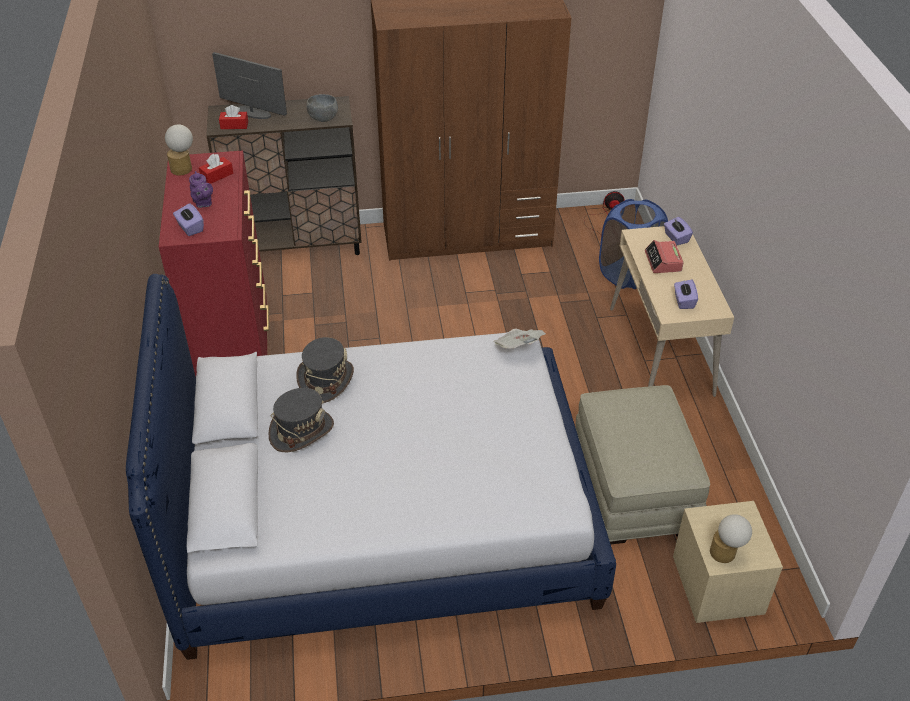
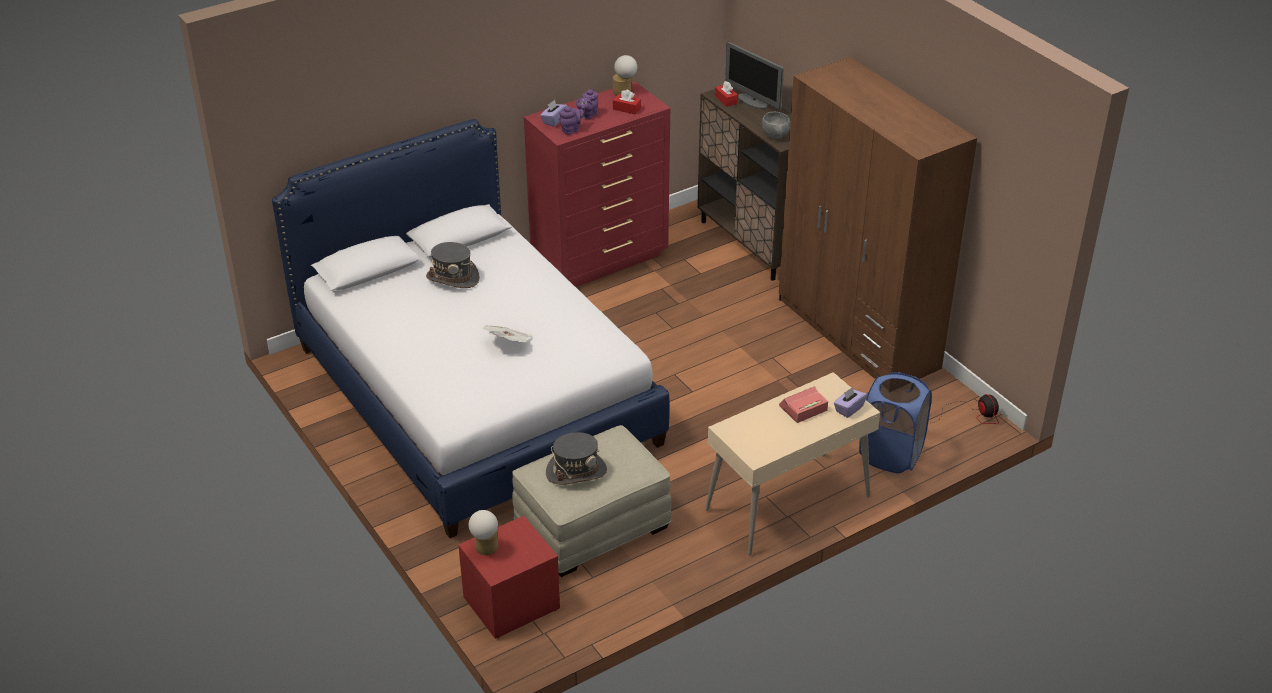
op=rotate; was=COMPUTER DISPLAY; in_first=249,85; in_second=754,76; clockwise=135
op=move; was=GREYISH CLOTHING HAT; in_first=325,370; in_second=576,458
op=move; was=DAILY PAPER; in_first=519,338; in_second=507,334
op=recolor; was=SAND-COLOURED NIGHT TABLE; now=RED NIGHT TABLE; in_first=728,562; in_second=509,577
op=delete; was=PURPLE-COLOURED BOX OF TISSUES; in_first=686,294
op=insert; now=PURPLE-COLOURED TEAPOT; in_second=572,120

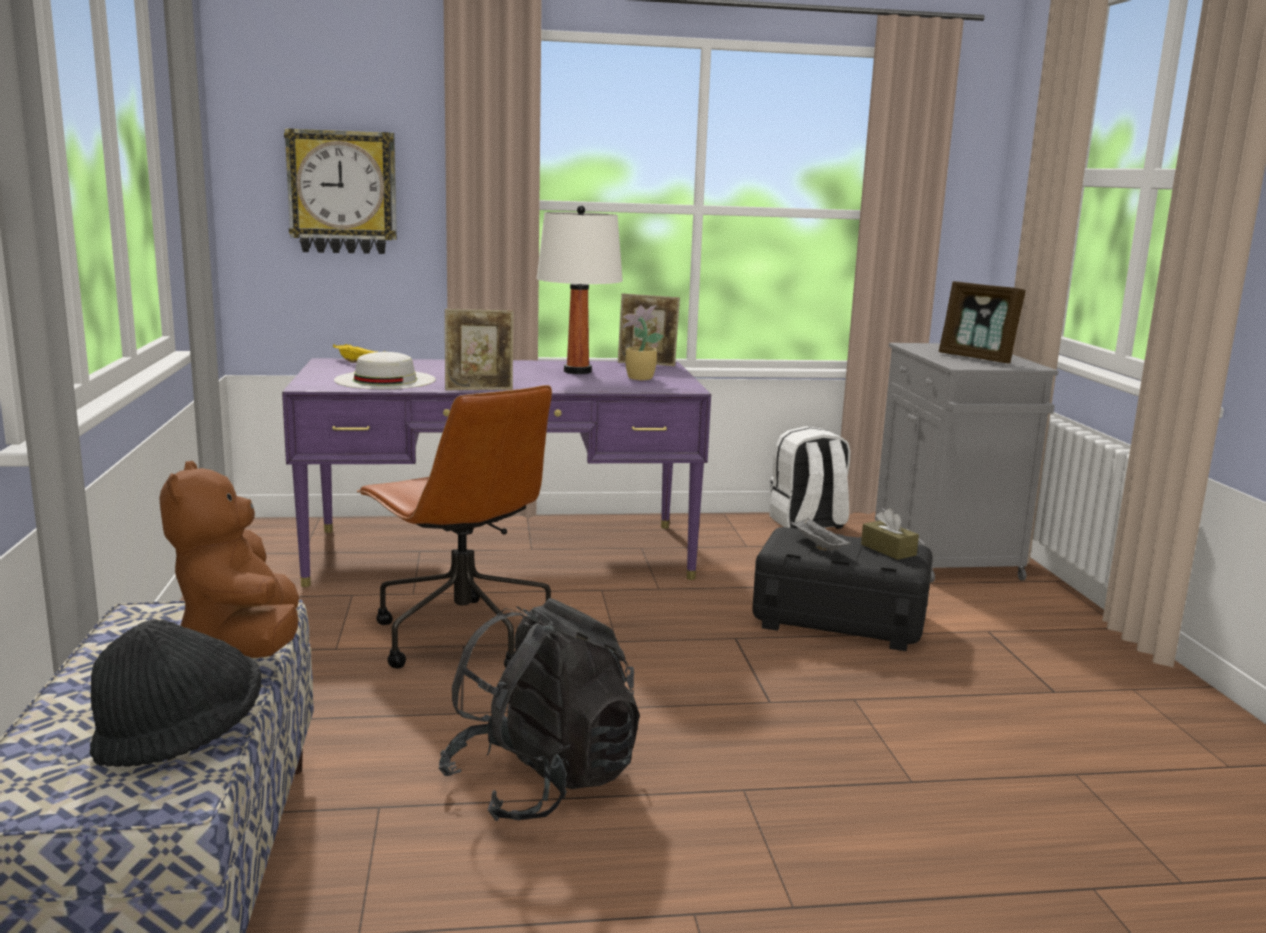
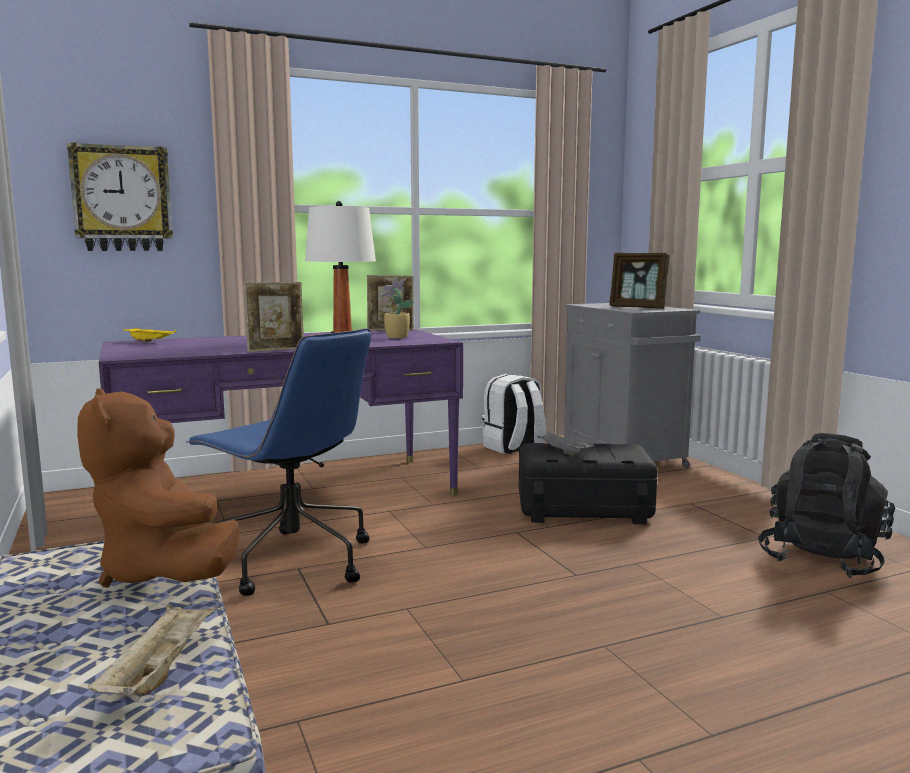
op=replace; was=BLACK CLOTHING HAT; now=SAND-COLOURED SERVING TRAY; in_first=176,693; in_second=152,650
op=delete; was=WHITE-COLOURED CLOTHING HAT; in_first=385,370
op=recolor; was=BROWN DESK CHAIR; now=BLUE DESK CHAIR; in_first=454,526; in_second=278,462
op=move; was=BLACK RUCKSACK; in_first=539,709; in_second=826,505
op=delete; was=BROWN BOX OF TISSUES; in_first=890,534

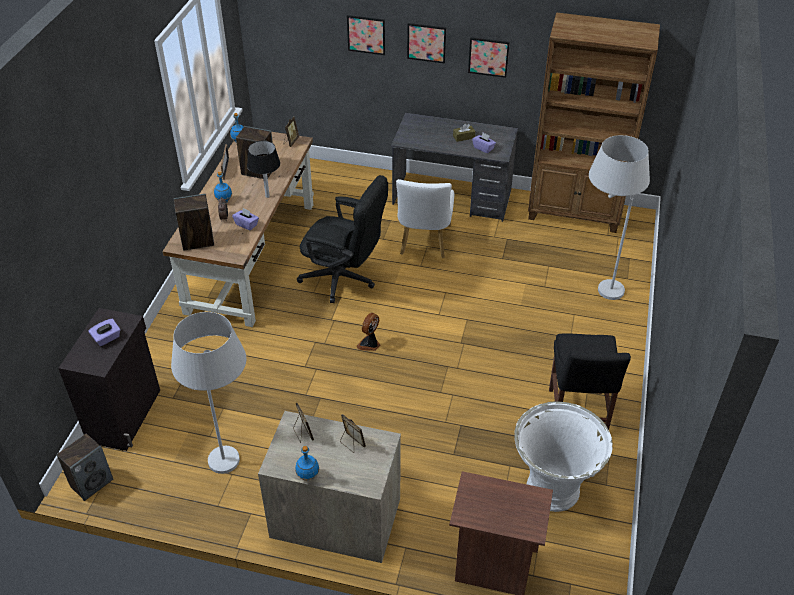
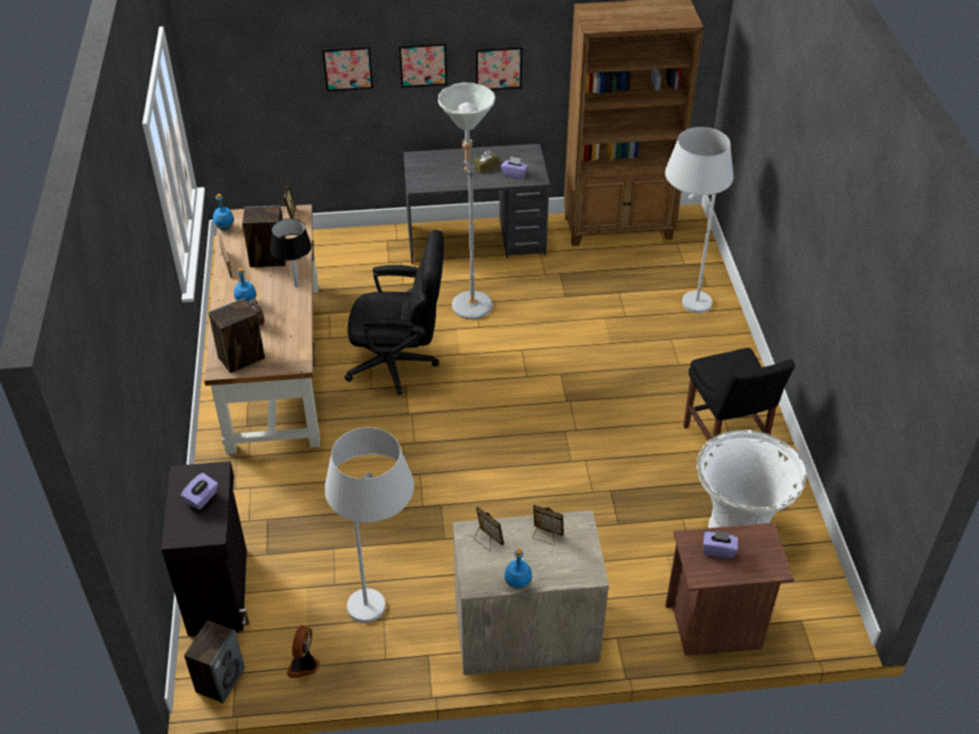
op=move; was=PURPLE-COLOURED BOX OF TISSUES; in_first=245,219; in_second=720,544
op=move; was=FAN; in_first=368,332; in_second=303,651
op=replace; was=WHITE-COLOURED CHAIR; now=GREYISH STANDING LAMP; in_first=425,218; in_second=467,201

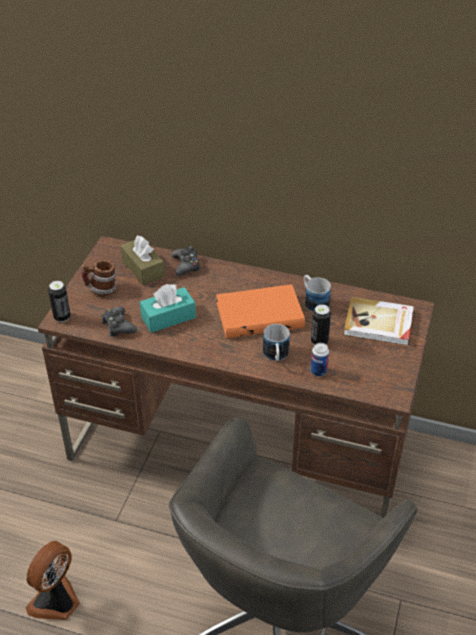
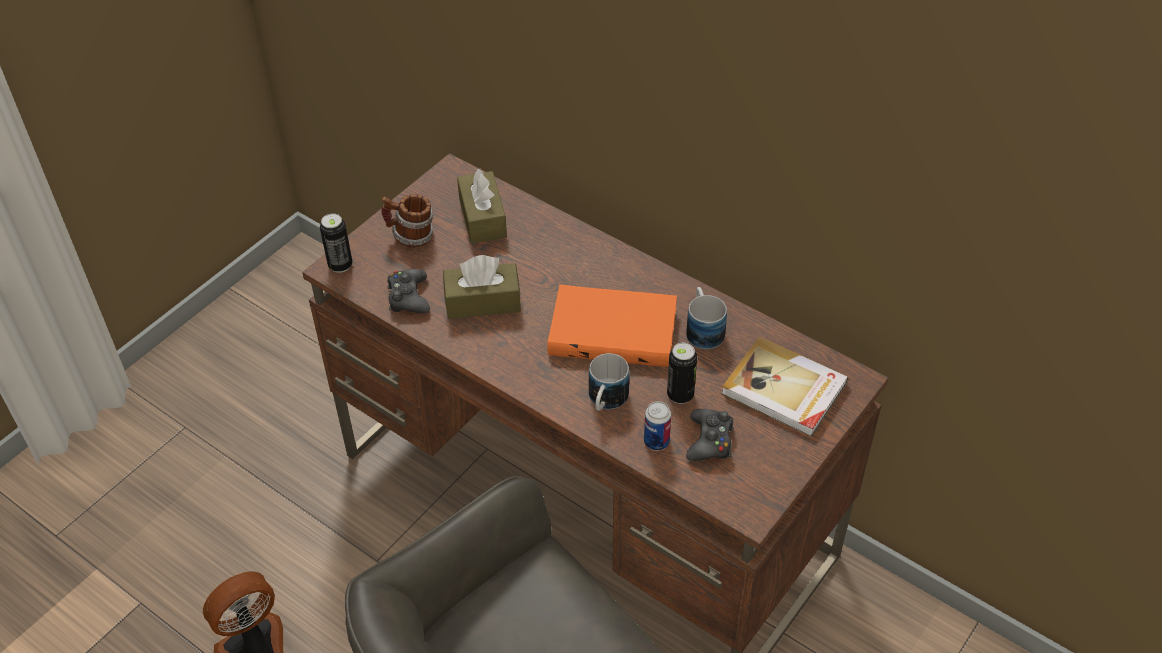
op=recolor; was=TURQUOISE BOX OF TISSUES; now=BROWN BOX OF TISSUES; in_first=168,308; in_second=482,287
op=move; was=BLACK GAME CONTROLLER; in_first=186,261; in_second=710,435

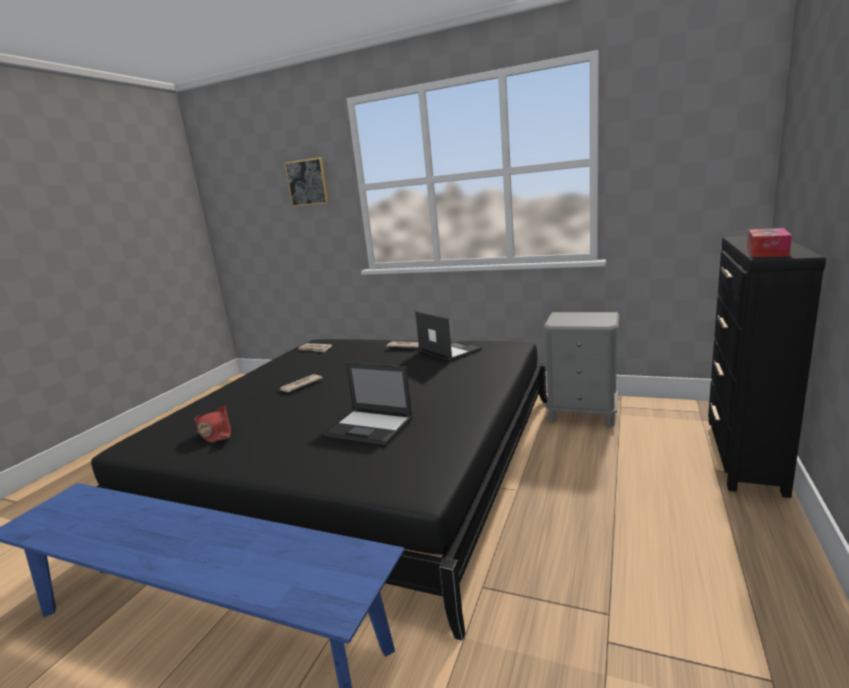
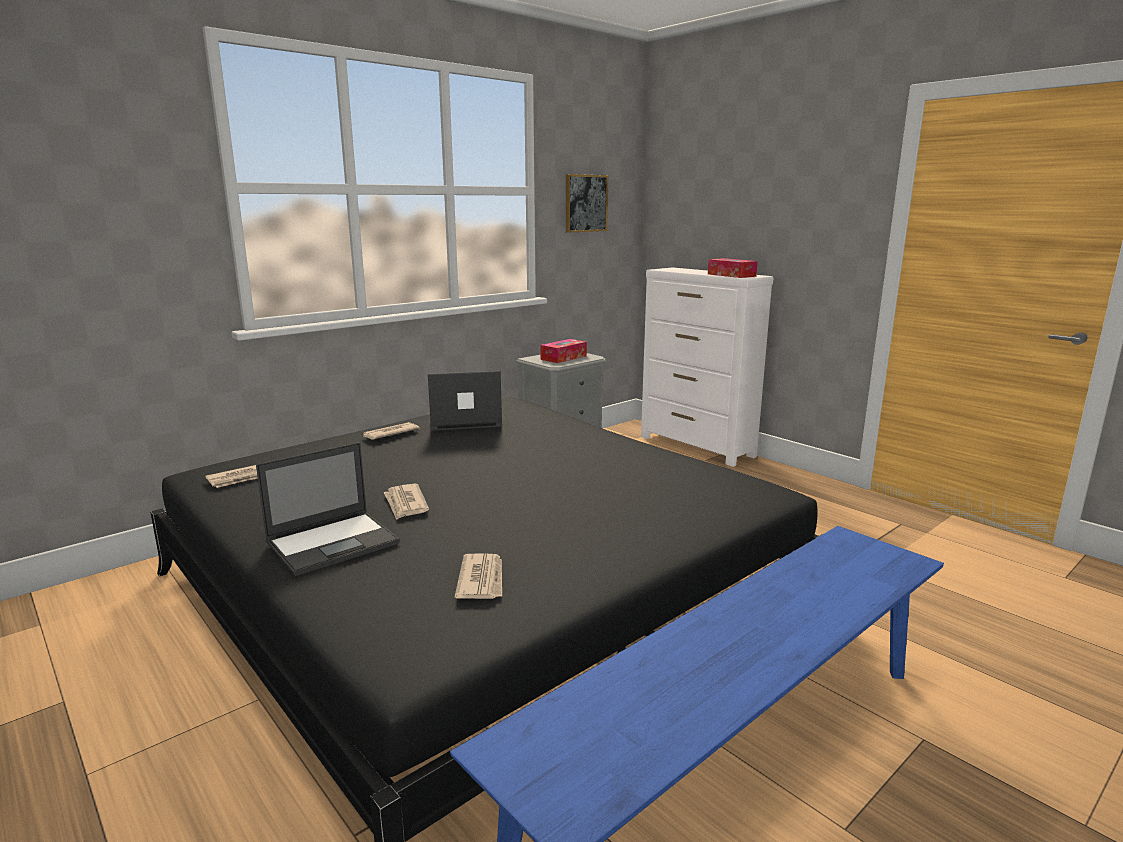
op=replace; was=RED CLOTHING HAT; now=DAILY PAPER; in_first=213,424; in_second=478,576
op=move; was=WALL PICTURE; in_first=306,182; in_second=587,203
op=move; was=PORTABLE COMPUTER; in_first=368,404; in_second=328,509
op=recolor; was=BLACK DRAWER CHEST; now=WHITE-COLOURED DRAWER CHEST; in_first=767,367; in_second=707,367
op=insert; now=BOX OF TISSUES; in_second=564,351

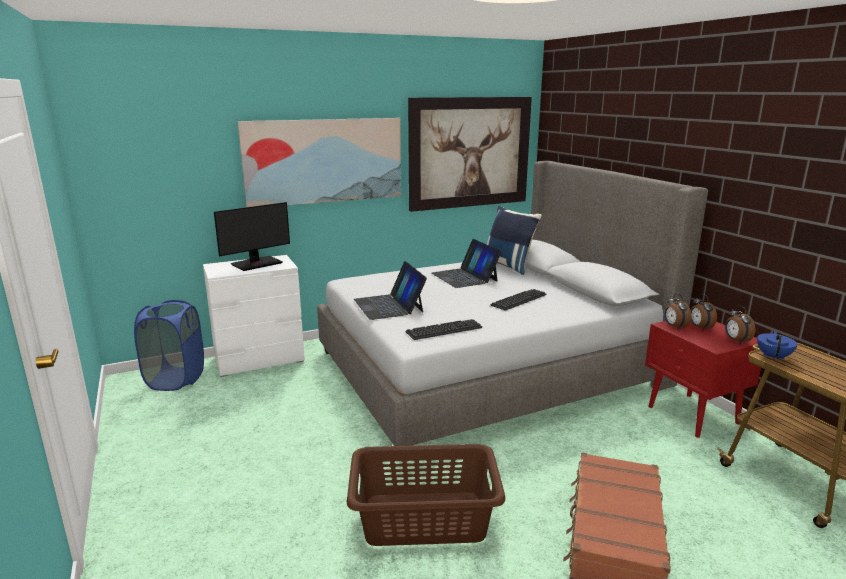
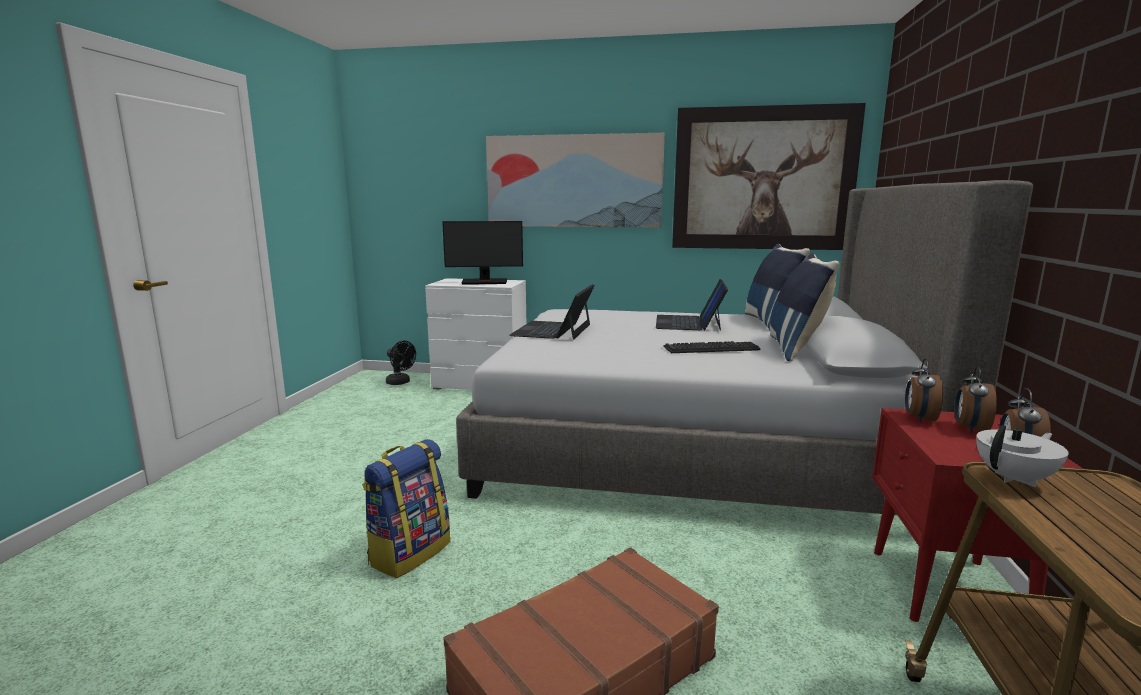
op=replace; was=BLUE HAMPER; now=BLACK FAN; in_first=169,345; in_second=401,363
op=replace; was=BROWN HAMPER; now=RUCKSACK; in_first=426,495; in_second=406,508
op=delete; was=COMPUTER KEYBOARD; in_first=444,329
op=recolor; was=BLUE TEAPOT; now=WHITE-COLOURED TEAPOT; in_first=777,345; in_second=1022,456
op=insert; now=BLUE THROW PILLOW; in_second=805,307

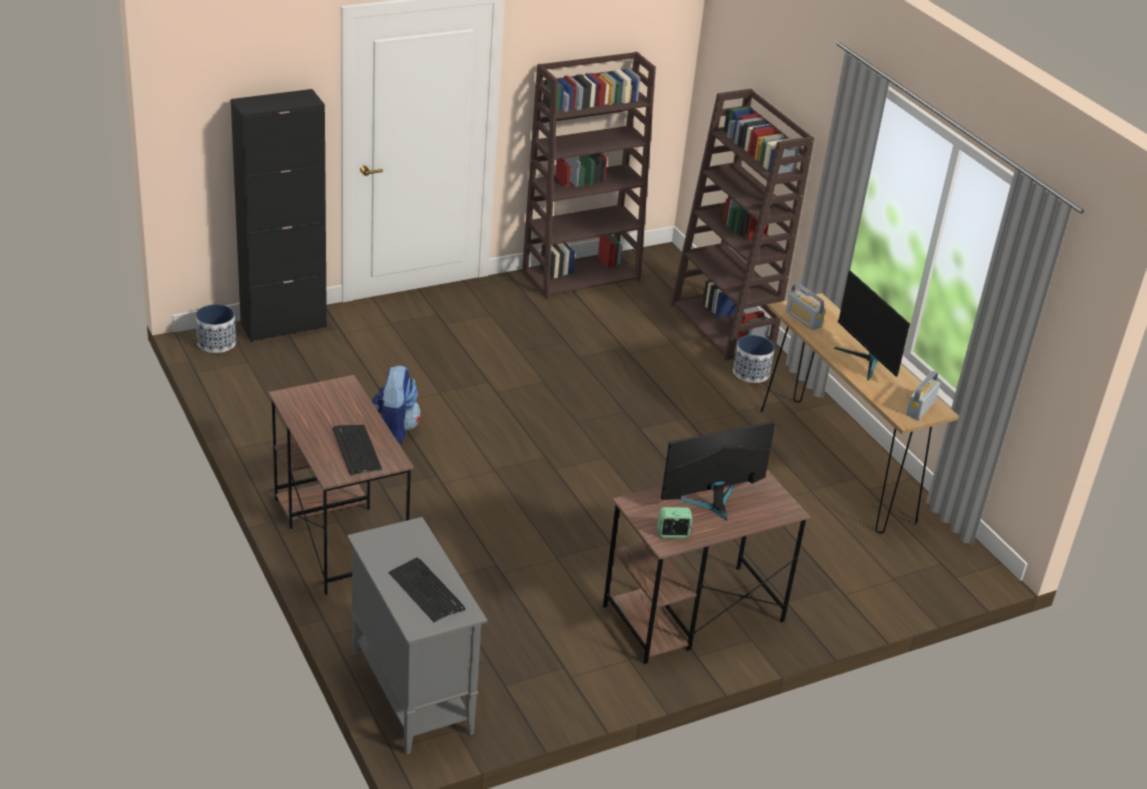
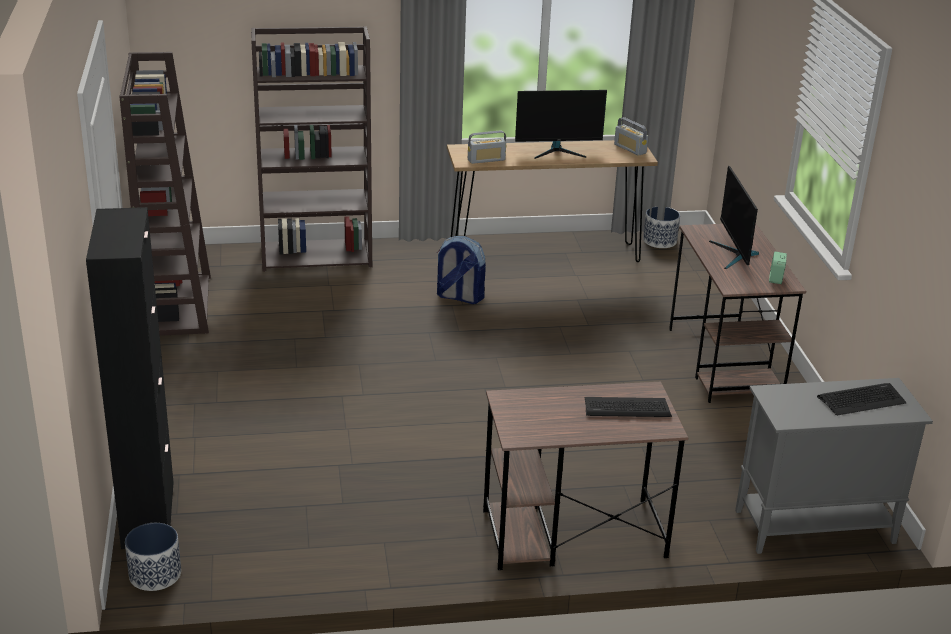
op=move; was=RUCKSACK; in_first=396,404; in_second=461,270
op=move; was=FLOWER POT; in_first=754,359; in_second=661,227

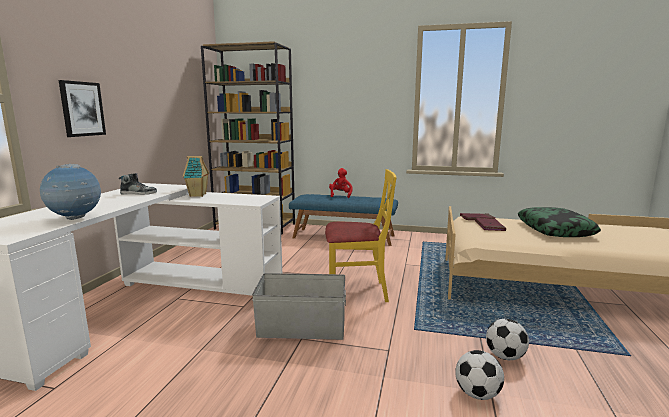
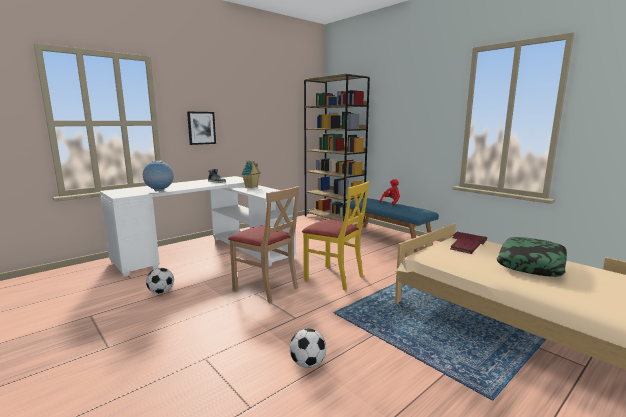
op=replace; was=GREYISH STORAGE CONTAINER; now=SAND-COLOURED CHAIR; in_first=299,306; in_second=264,244
op=move; was=BALL FOR FOOTBALL; in_first=507,339; in_second=160,281

